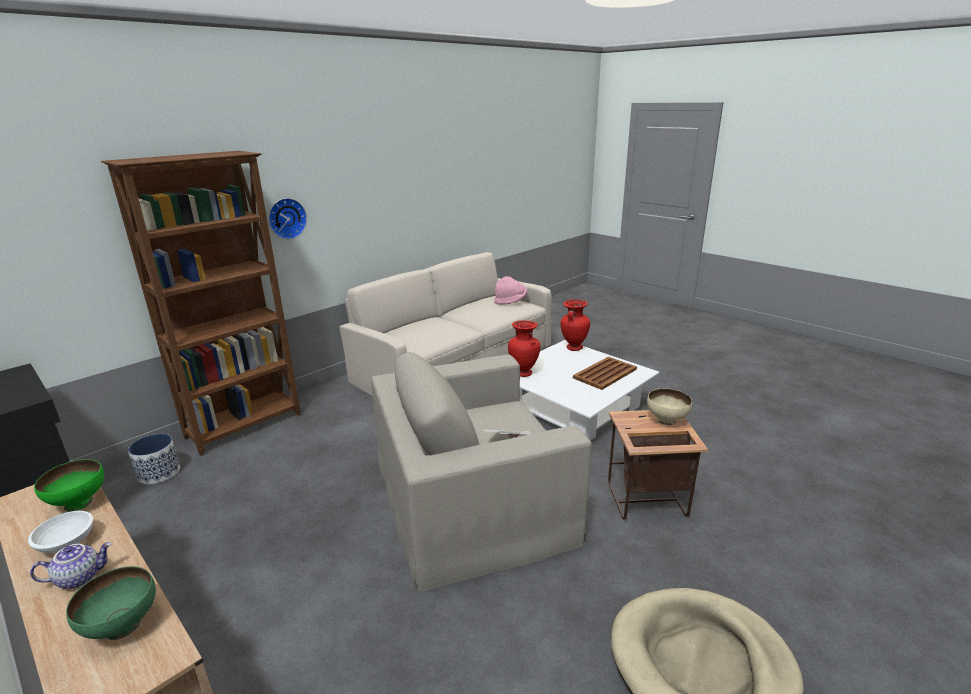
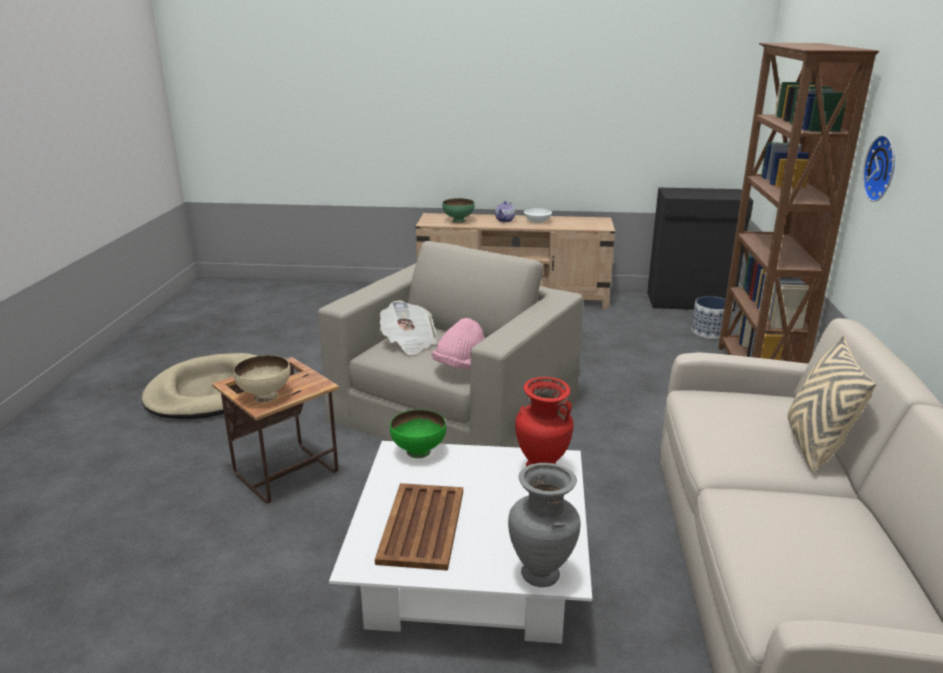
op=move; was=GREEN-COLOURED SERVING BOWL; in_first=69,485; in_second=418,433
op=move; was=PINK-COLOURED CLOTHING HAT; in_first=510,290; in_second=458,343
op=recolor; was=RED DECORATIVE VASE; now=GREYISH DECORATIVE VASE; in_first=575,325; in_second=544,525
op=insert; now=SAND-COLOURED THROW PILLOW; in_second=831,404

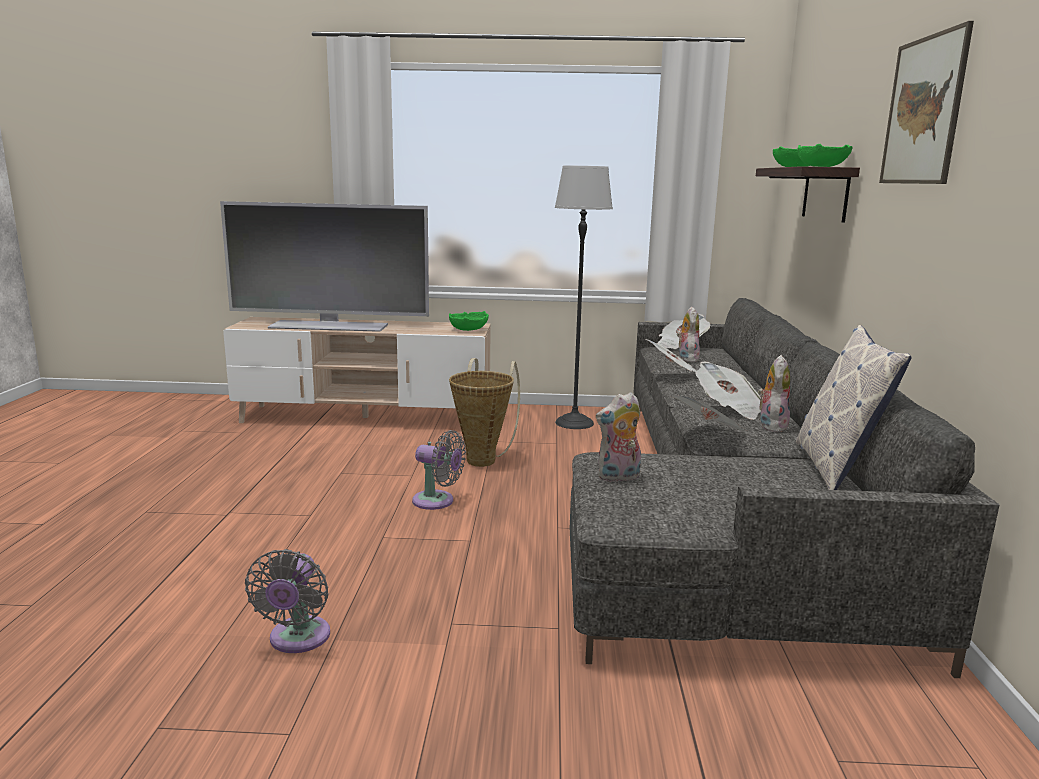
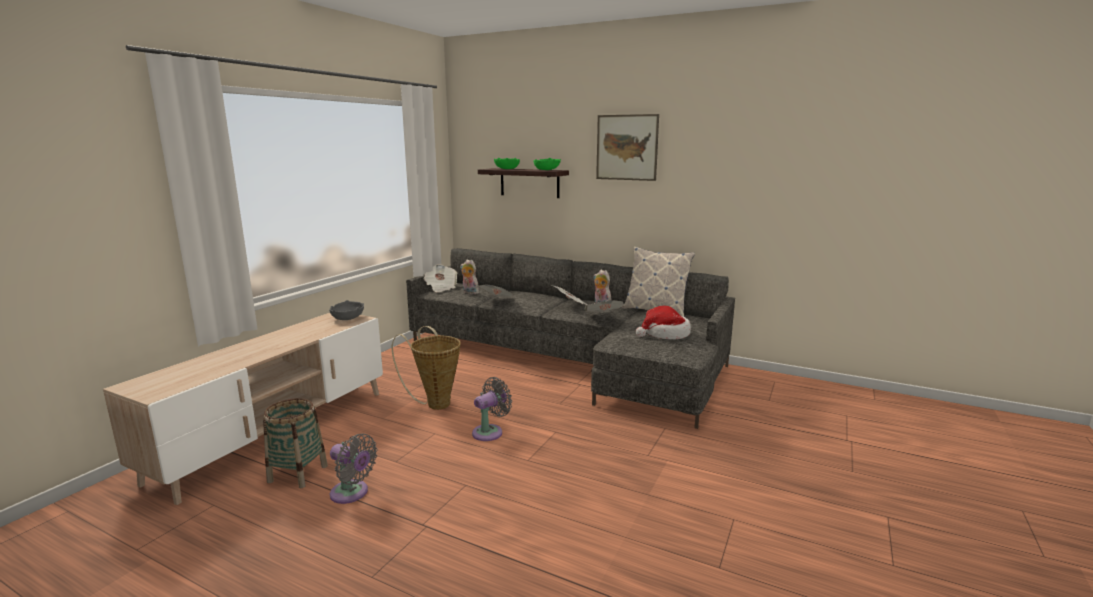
op=delete; was=TELEVISION; in_first=324,266
op=move; was=GREYISH FAN; in_first=287,601; in_second=354,469
op=recolor; was=GREEN-COLOURED SERVING BOWL; now=GREYISH SERVING BOWL; in_first=469,321; in_second=346,310
op=delete; was=STANDING LAMP; in_first=584,297
op=delete; was=PLUSH TOY; in_first=618,437
op=insert; now=STORAGE BASKET; in_second=295,443
op=insert; now=CLOTHING HAT; in_second=663,323

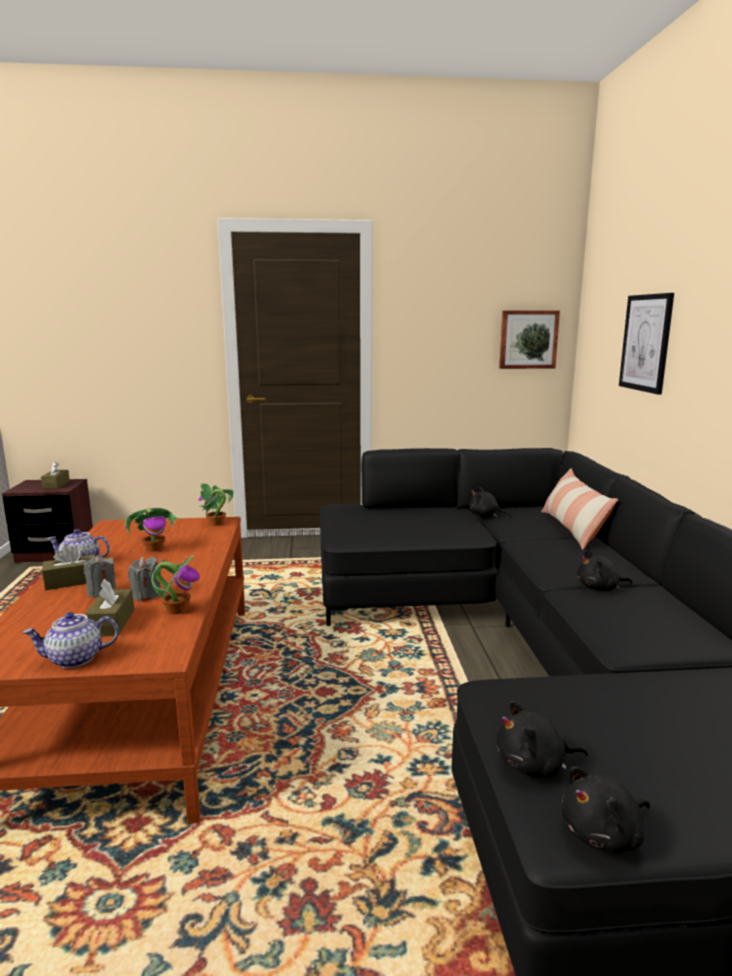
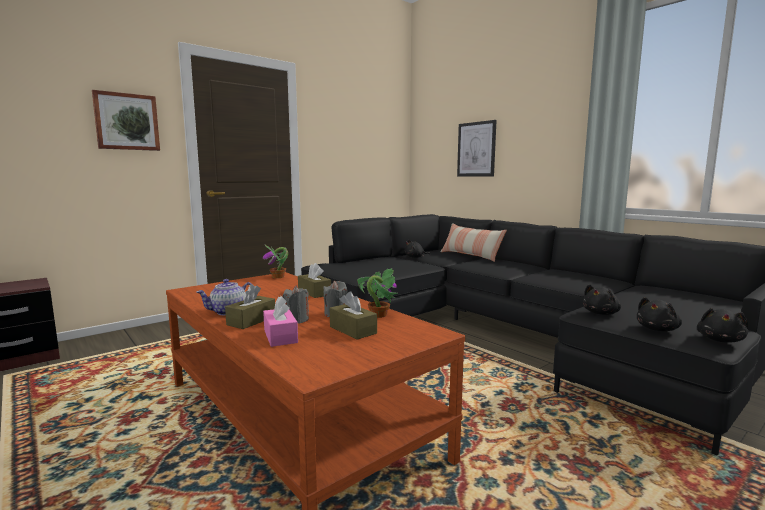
op=delete; was=TEAPOT; in_first=70,640
op=move; was=BROWN BOX OF TISSUES; in_first=55,475; in_second=314,280
op=delete; was=HOUSEPLANT; in_first=152,530
op=move; was=WALL PICTURE; in_first=529,340; in_second=126,120
op=move; was=BLACK PLUSH TOY; in_first=604,570; in_second=602,299
op=insert; now=PINK-COLOURED BOX OF TISSUES; in_second=280,321

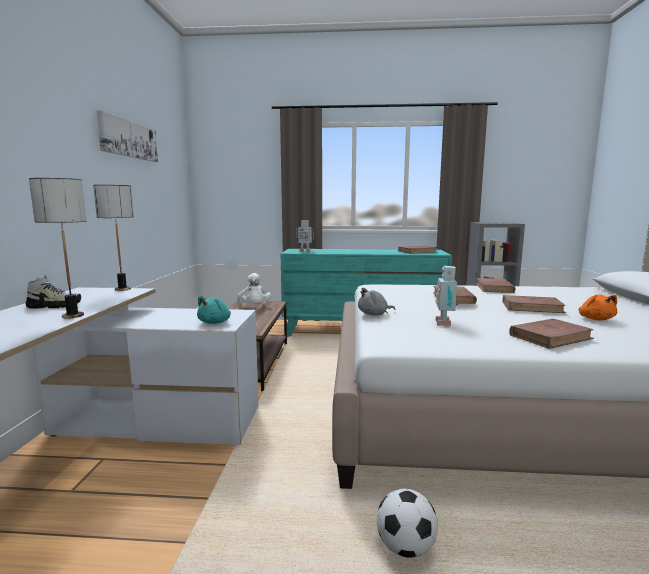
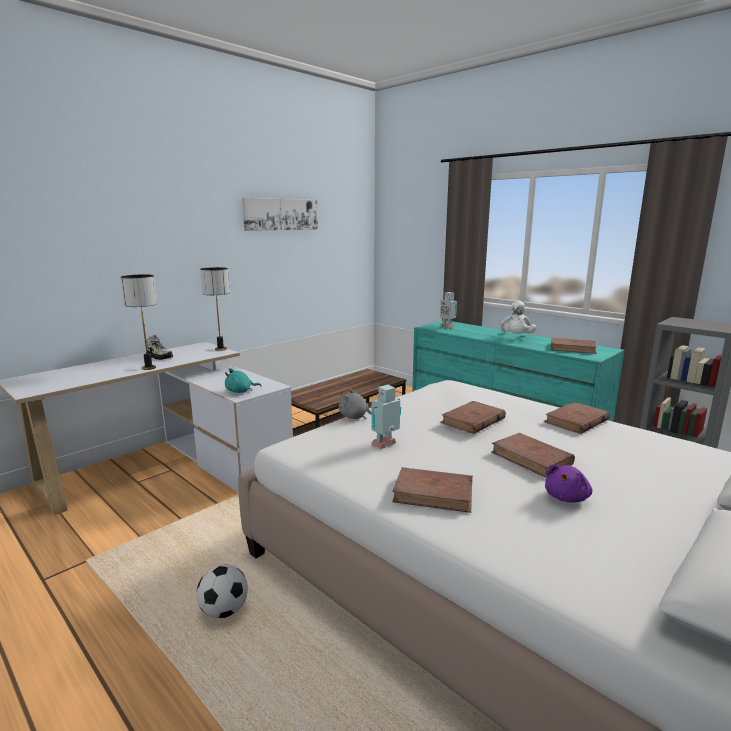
op=move; was=WHITE-COLOURED PLUSH TOY; in_first=254,289; in_second=518,317
op=recolor; was=ORANGEY PLUSH TOY; now=PURPLE-COLOURED PLUSH TOY; in_first=598,307; in_second=568,483

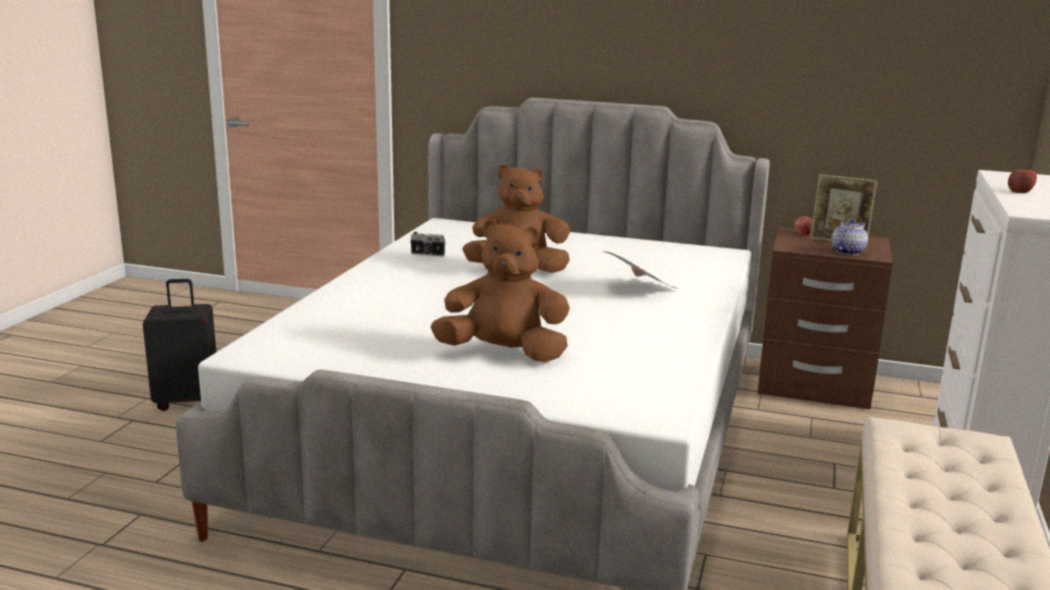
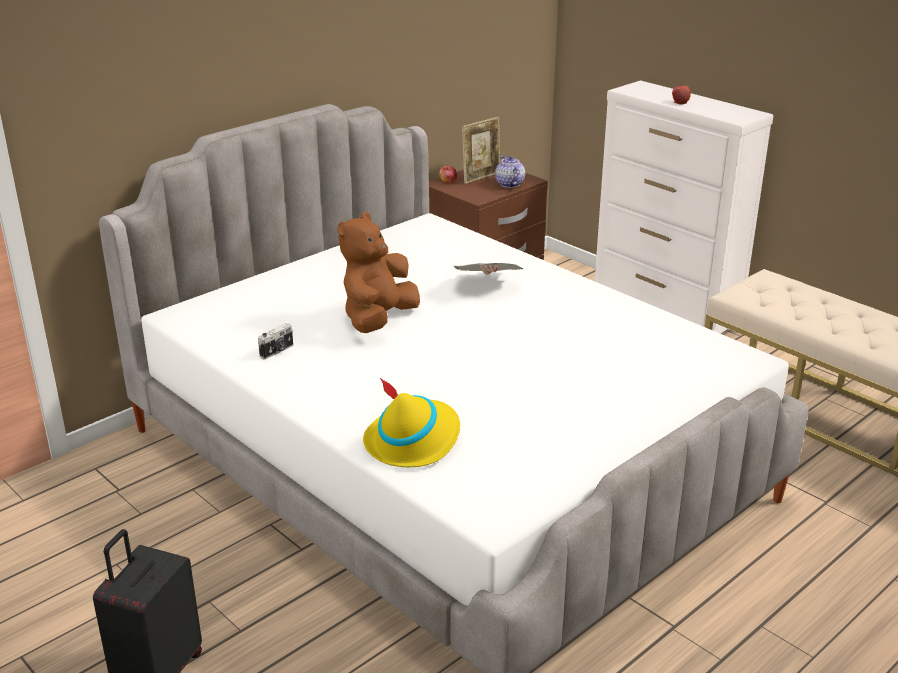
op=delete; was=BROWN PLUSH TOY; in_first=500,291
op=insert; now=YELLOW CLOTHING HAT; in_second=411,422

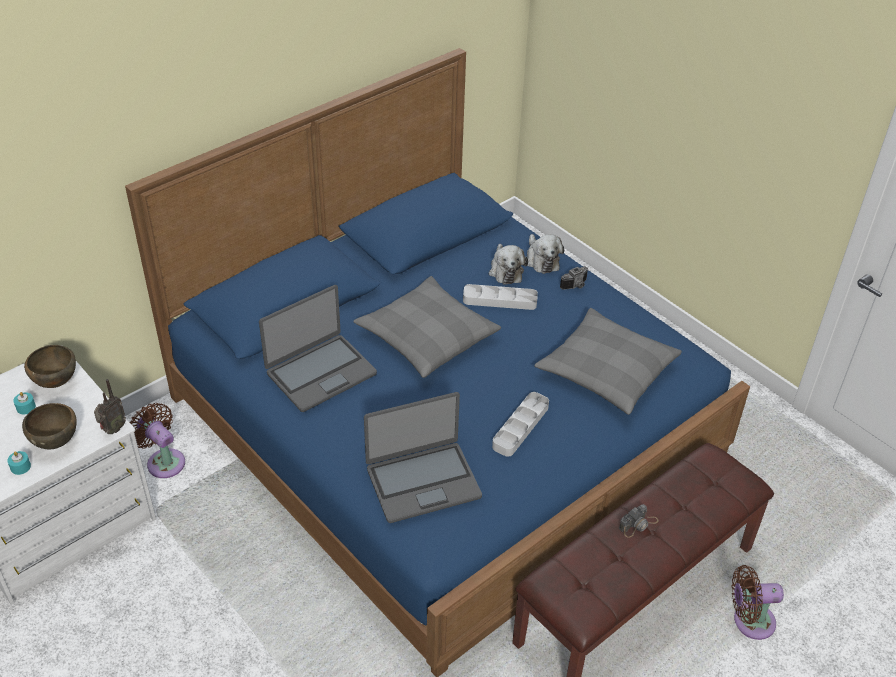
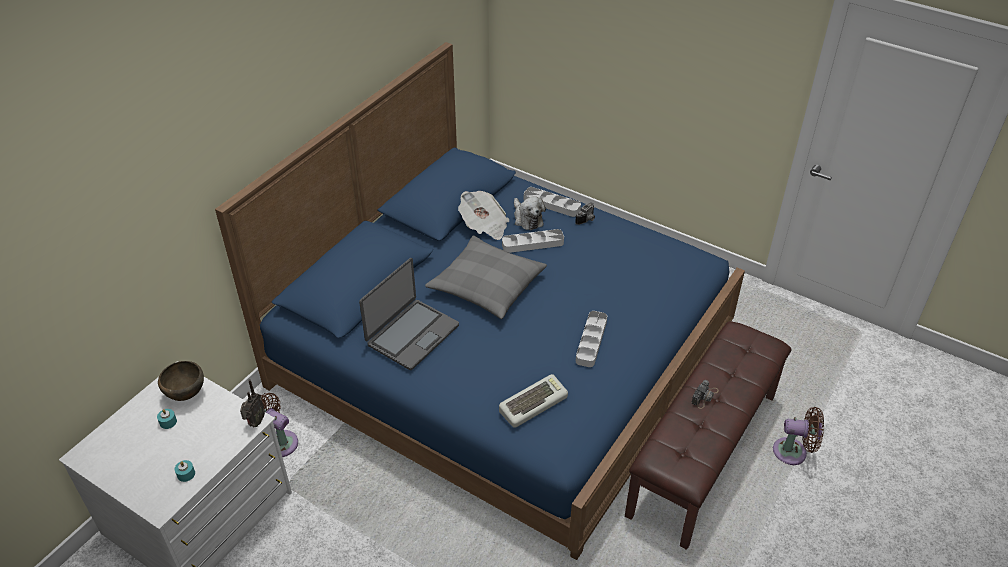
op=delete; was=BROWN SERVING BOWL; in_first=49,426
op=replace; was=PORTABLE COMPUTER; now=COMPUTER KEYBOARD; in_first=423,457; in_second=533,401
op=replace; was=PLUSH TOY; now=GREYISH SERVING TRAY; in_first=545,254; in_second=552,202
op=delete; was=GREYISH THROW PILLOW; in_first=608,361
op=rotate; was=BROWN FAN; in_first=758,602; in_second=798,436; clockwise=-150
op=insert; now=DAILY PAPER; in_second=484,215

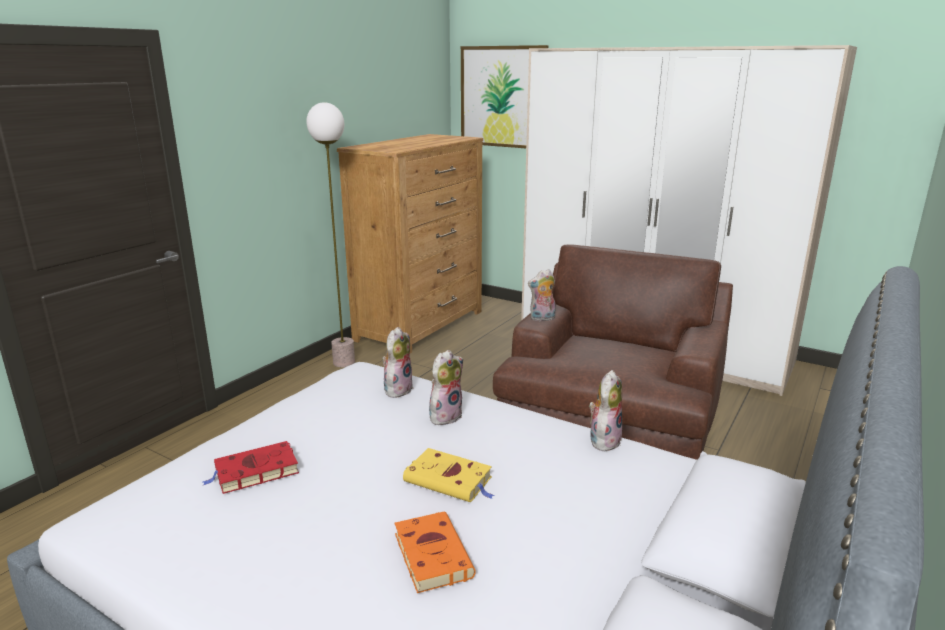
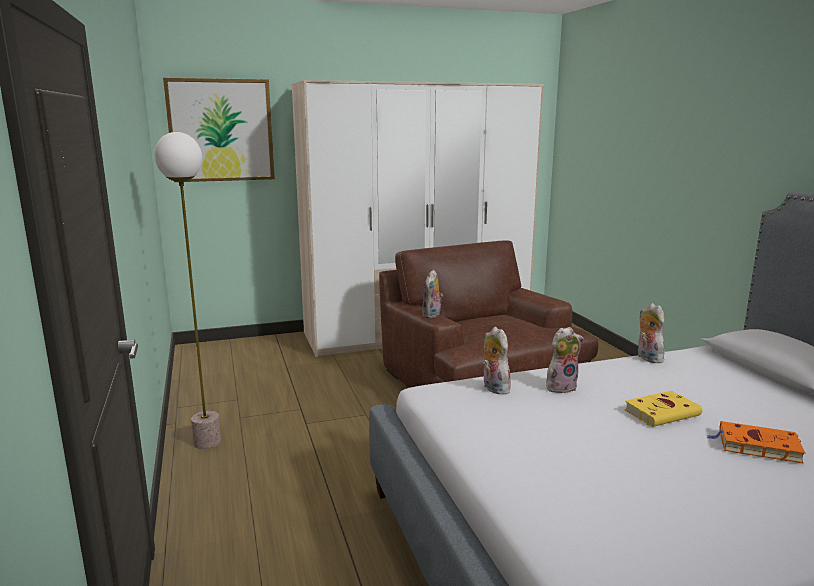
op=delete; was=RED BOOK; in_first=251,467
op=delete; was=BROWN DRAWER CHEST; in_first=410,243
op=rotate; was=PLUSH TOY; in_first=446,387; in_second=565,360; clockwise=75

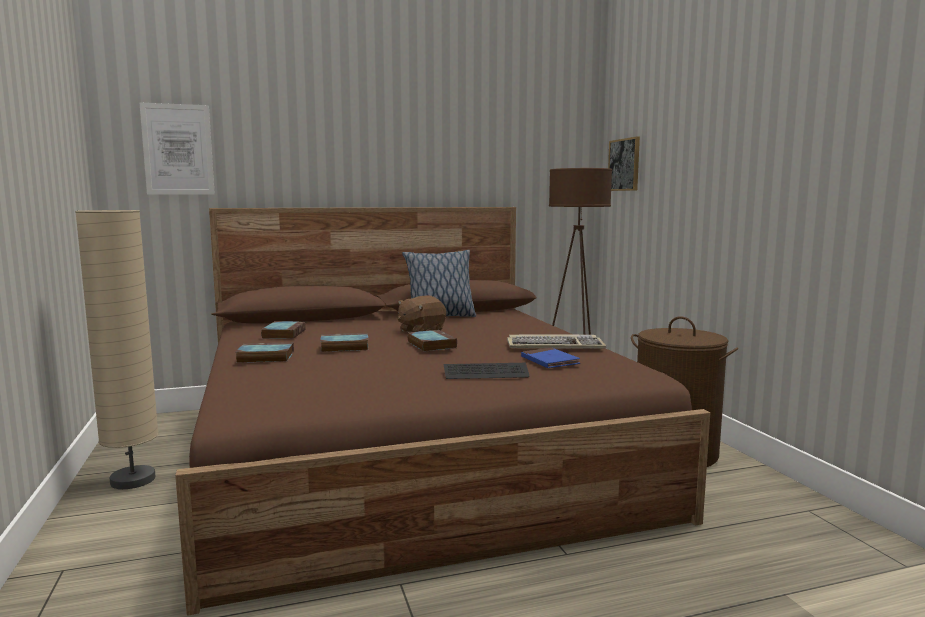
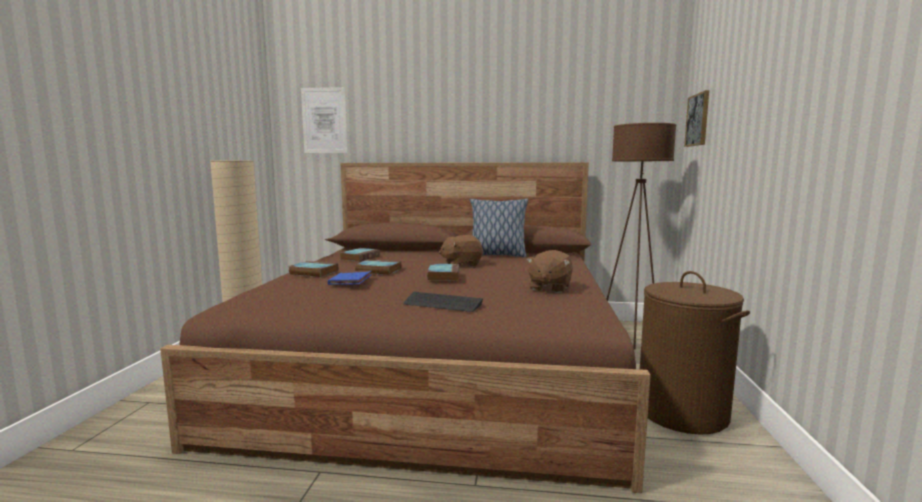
op=replace; was=COMPUTER KEYBOARD; now=BROWN PLUSH TOY; in_first=556,341; in_second=549,271
op=move; was=BLUE BOOK; in_first=550,358; in_second=350,277

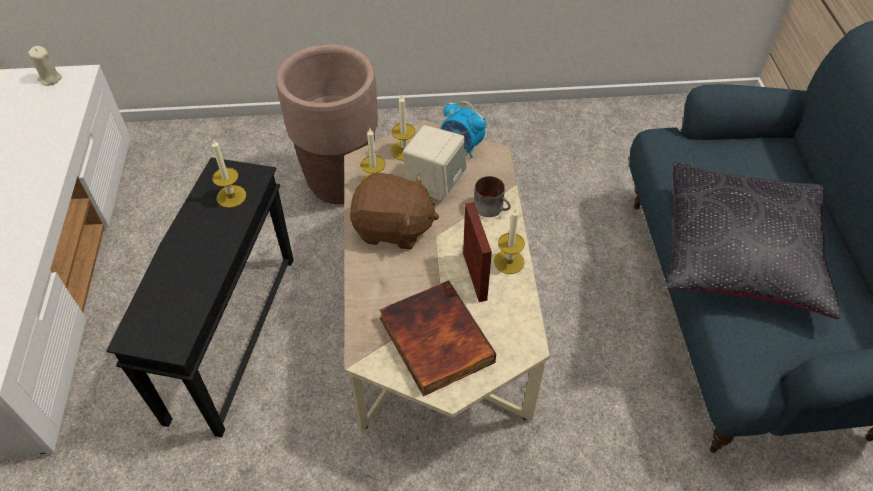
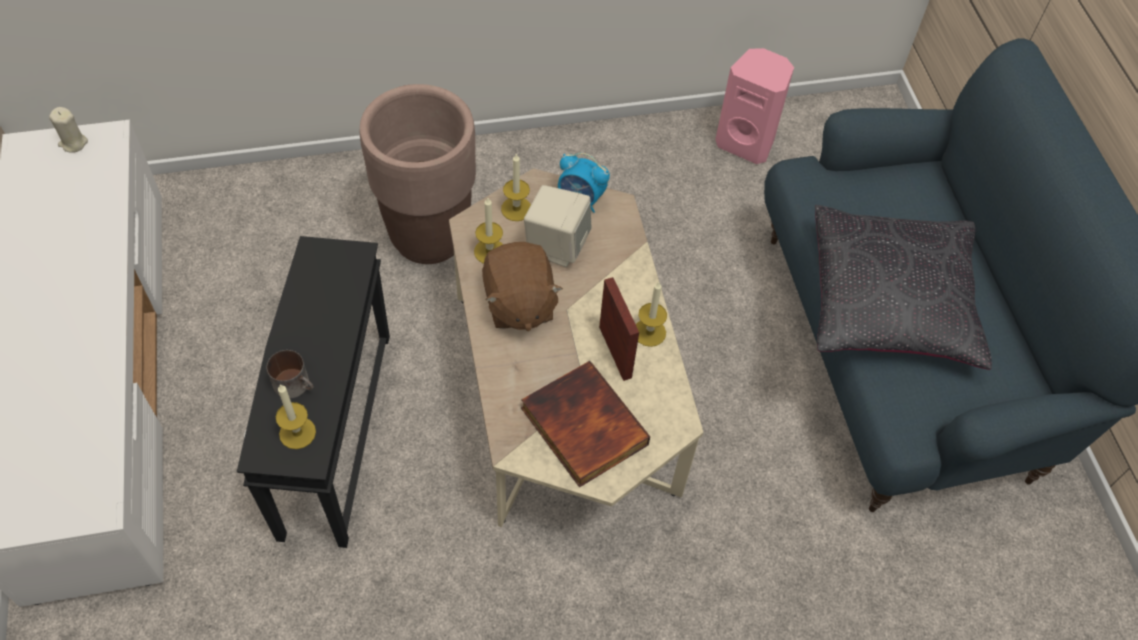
op=move; was=CANDLE; in_first=229,173; in_second=296,416
op=rotate; was=BROWN PLUSH TOY; in_first=394,211; in_second=522,286; clockwise=75
op=move; was=COFFEE MUG; in_first=492,196; in_second=290,374
op=insert; now=PINK-COLOURED LOUDSPEAKER; in_second=754,106

